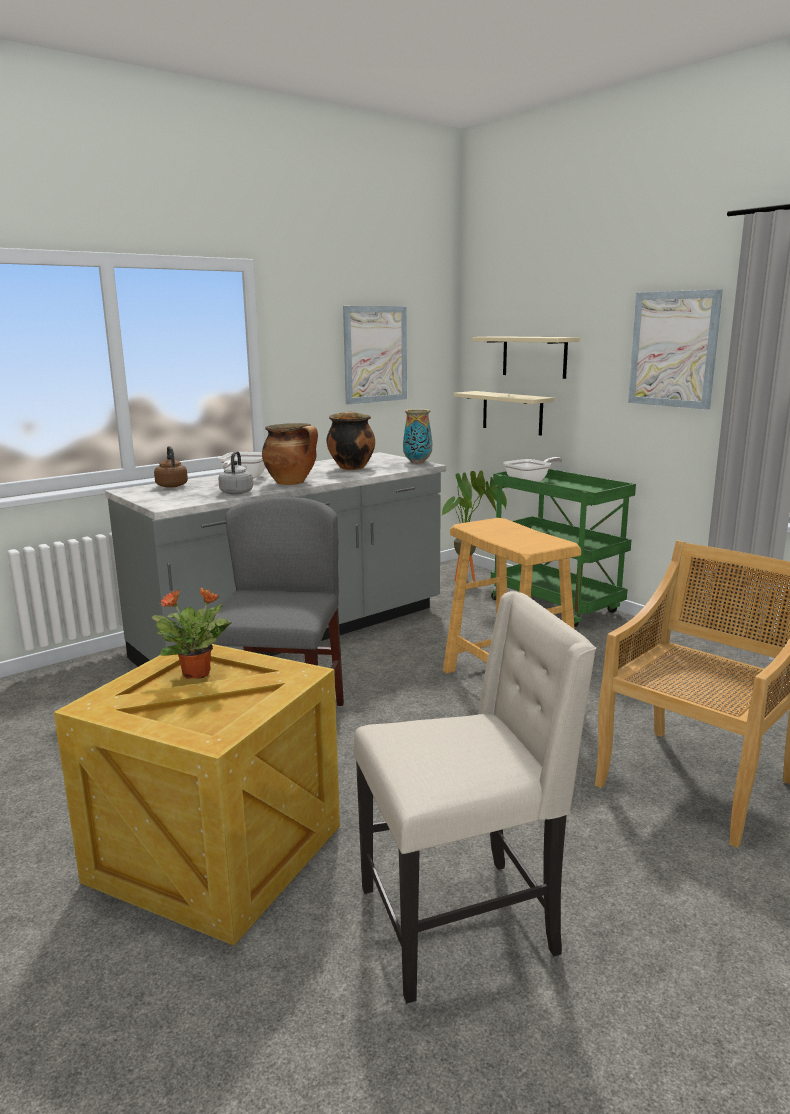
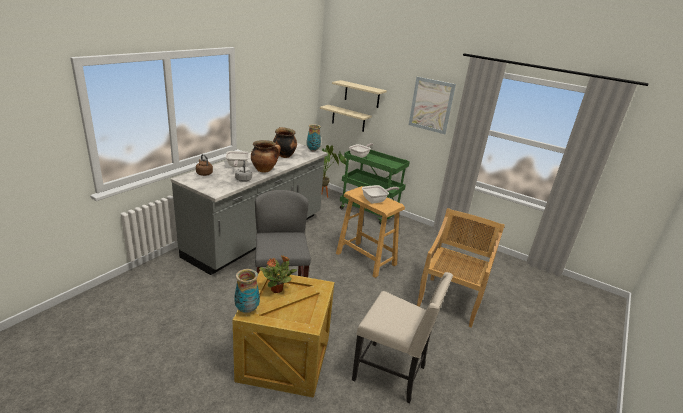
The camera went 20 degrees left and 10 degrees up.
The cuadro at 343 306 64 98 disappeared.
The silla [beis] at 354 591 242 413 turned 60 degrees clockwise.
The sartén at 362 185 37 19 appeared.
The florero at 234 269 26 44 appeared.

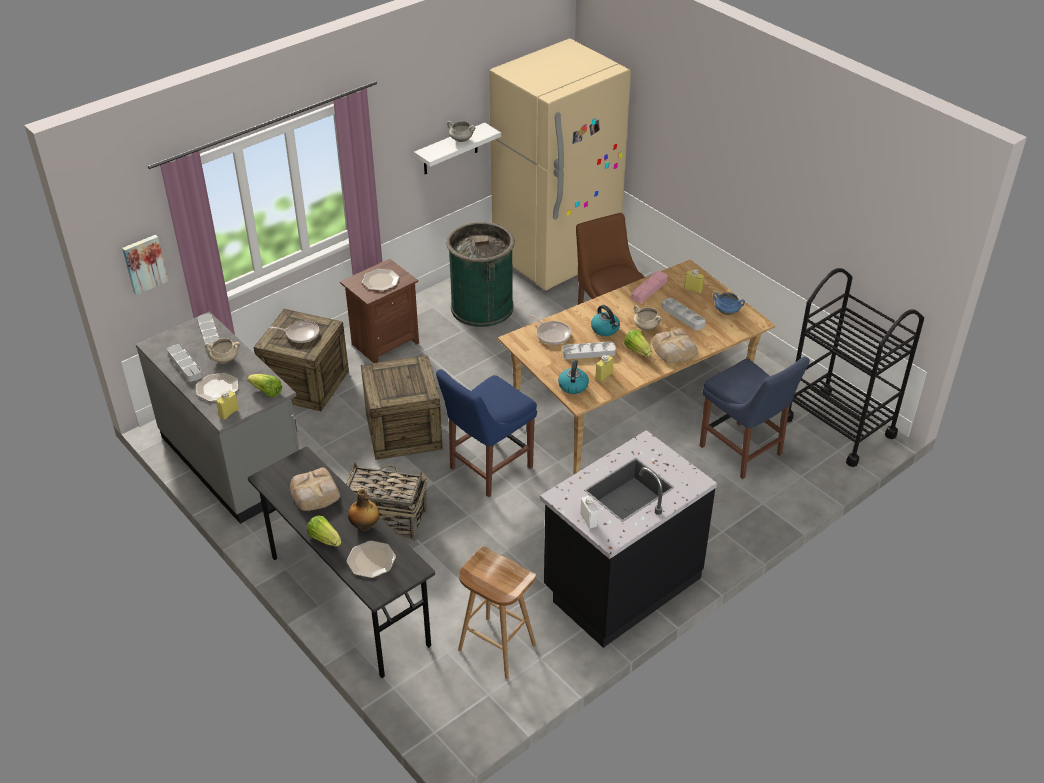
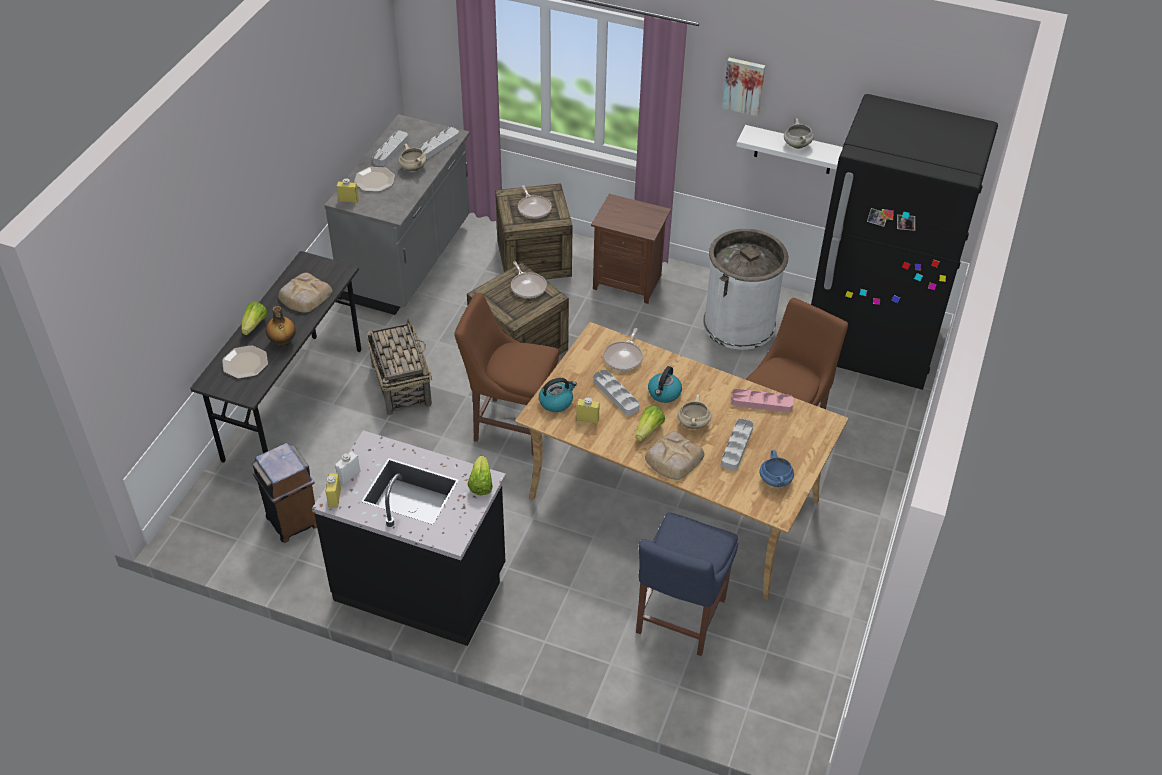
The camera went 60 degrees right and 5 degrees up.
The nevera [beis] at 489 39 142 252 became the nevera [negro] at 811 94 187 296.
The papelera [verde] at 446 222 69 105 became the papelera [blanco] at 703 229 85 121.
The cuadro moved from 122 235 46 60 to 722 58 43 58.
The carrito [negro] at 787 268 137 199 disappeared.
The plato at 362 269 38 22 disappeared.
The botella [amarillo] moved from 684 269 20 25 to 326 474 15 34.
The silla [azul] at 436 369 101 128 became the silla [marrón] at 454 293 105 163.
The lechuga moved from 247 374 35 23 to 468 456 25 39.
The taburete [marrón] at 458 546 78 133 was replaced by the papelera [marrón] at 252 443 65 100.
The sartén at 511 261 36 38 appeared.

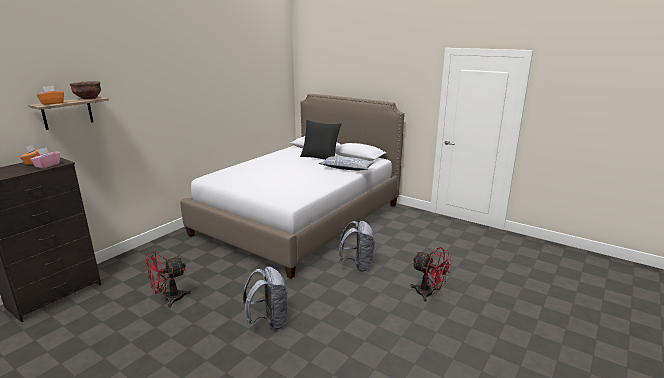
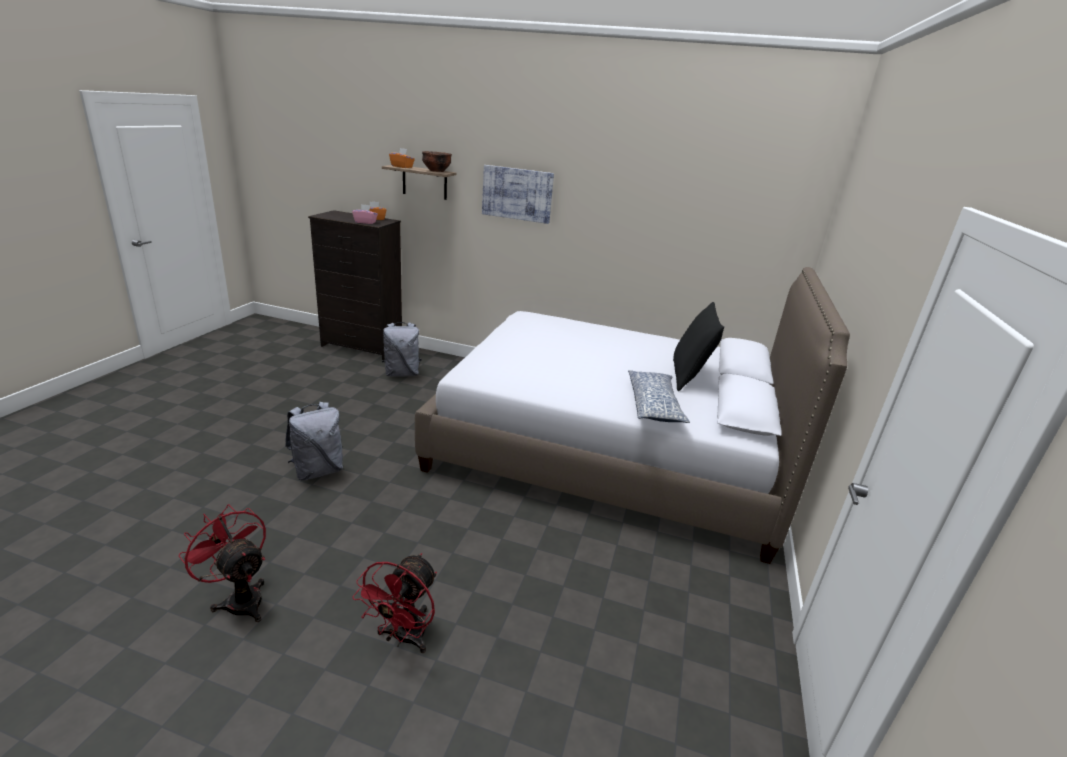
The camera went 70 degrees right and 5 degrees up.
The mochila [gris] moved from 339 221 35 51 to 382 322 40 55.
The ventilador [rojo] moved from 145 251 46 57 to 178 504 88 118.
The cuadro at 482 165 72 59 appeared.

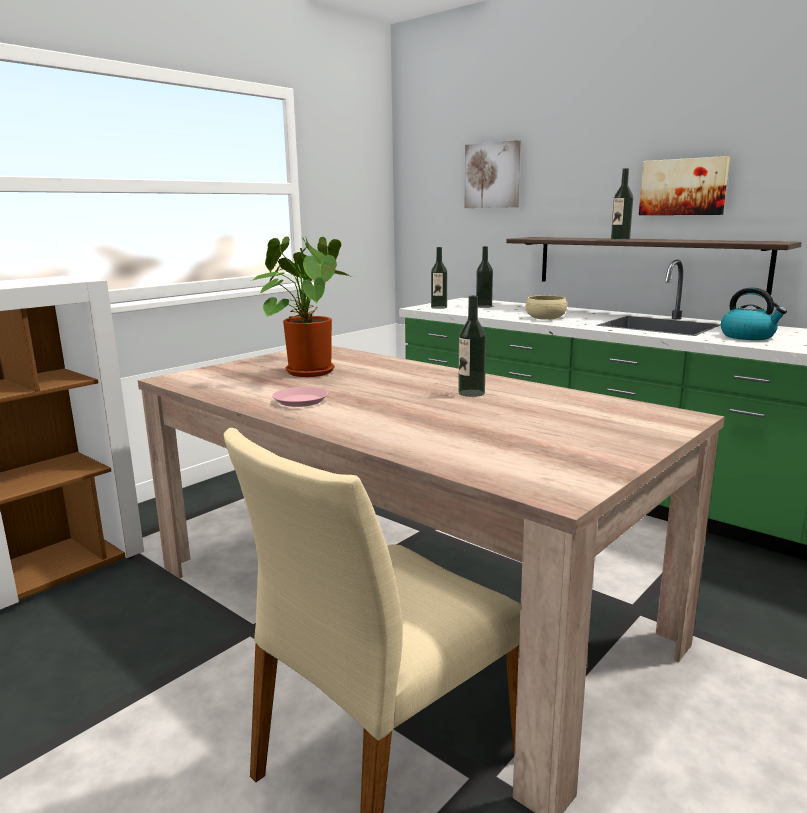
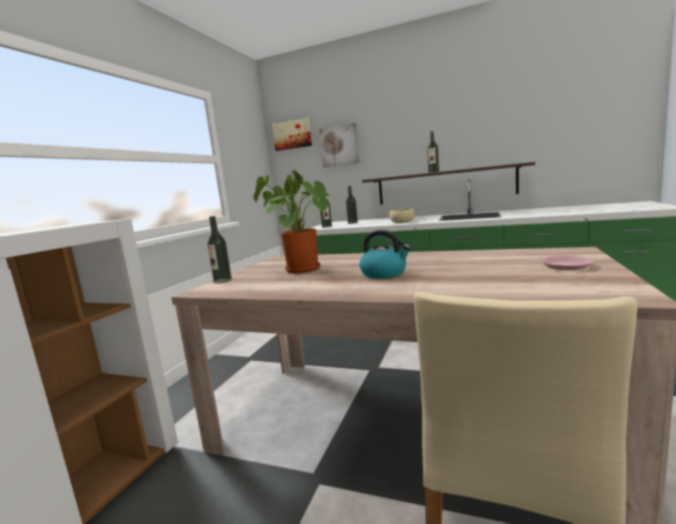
The camera went 20 degrees left and 5 degrees down.
The cuadro moved from 639 156 91 59 to 272 118 40 33.
The hervidor moved from 721 287 66 53 to 359 230 52 48.
The botella moved from 458 295 28 102 to 207 216 25 67.
The plato [rosa] moved from 272 387 56 20 to 541 256 53 14.

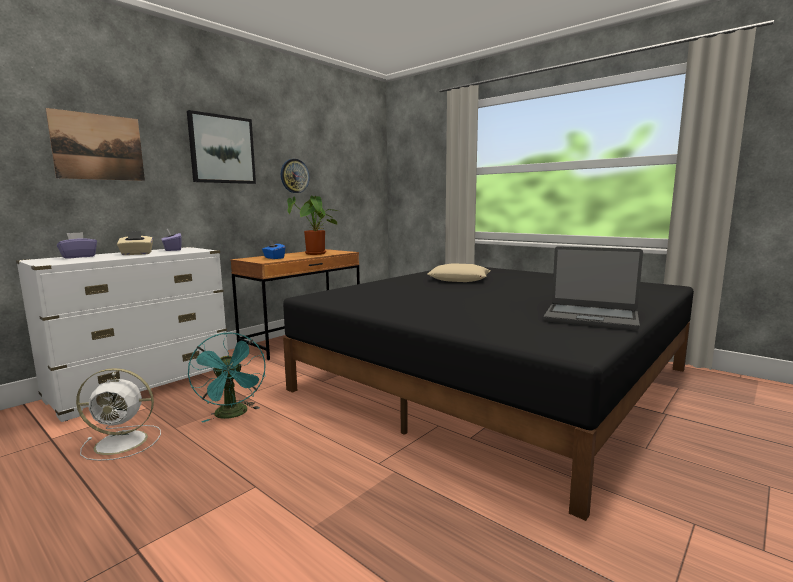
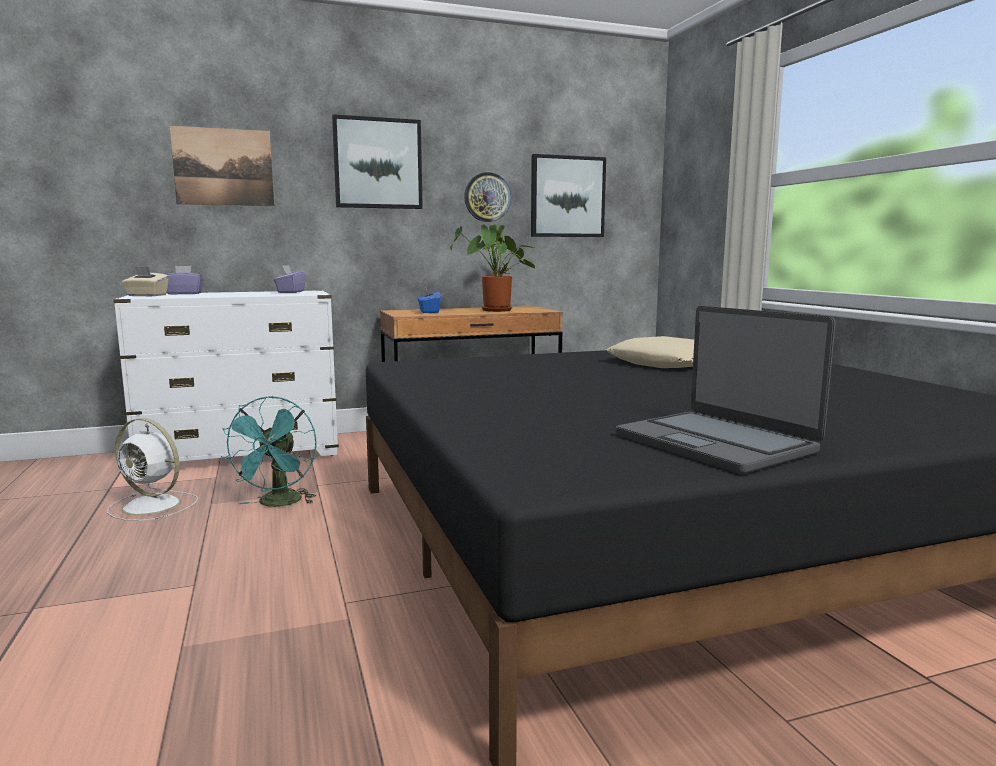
The camera went 30 degrees right and 0 degrees up.
The caja de pañuelos [beis] moved from 117 231 36 24 to 122 267 47 30.
The cuadro at 531 154 75 83 appeared.

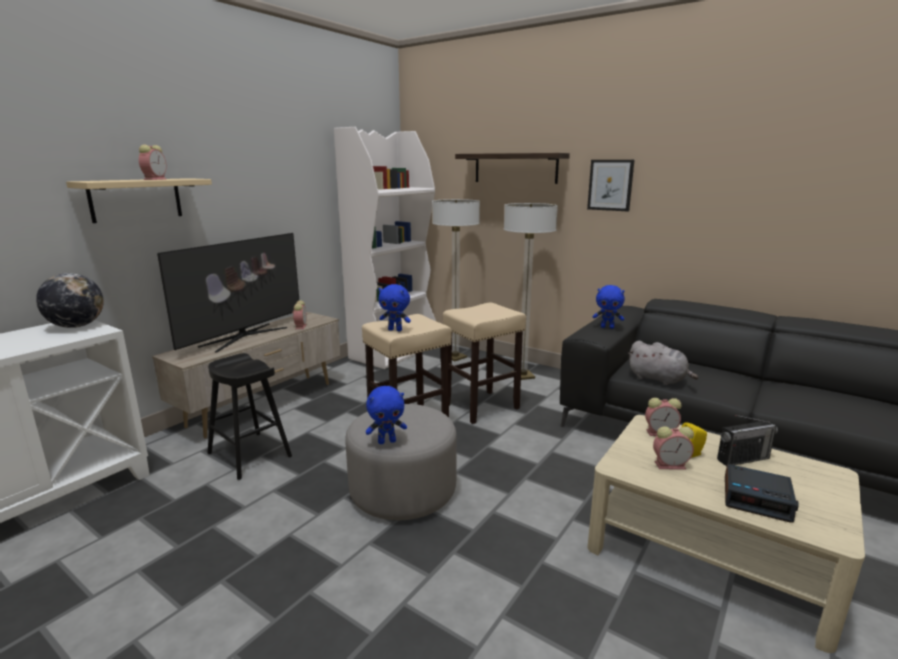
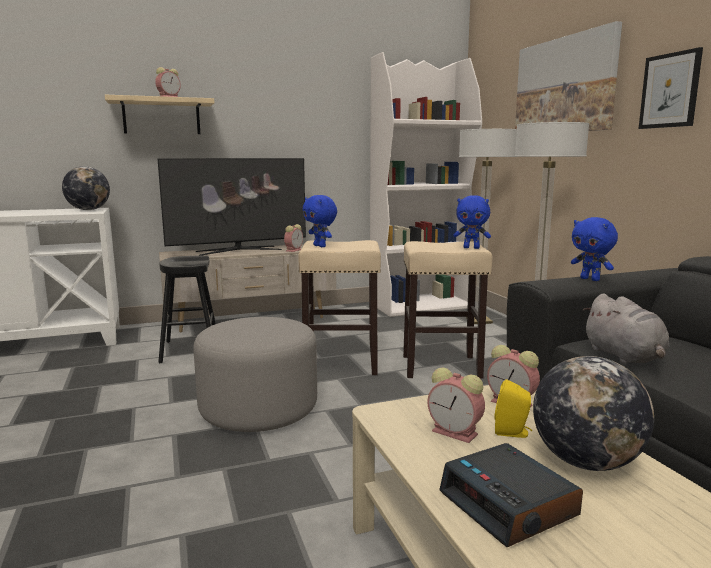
The camera went 35 degrees right and 5 degrees down.
The estante at 455 153 115 31 was replaced by the cuadro at 515 21 107 110.
The peluche [azul] moved from 366 386 41 58 to 453 195 38 54.
The radio at 717 415 61 51 was replaced by the globo terráqueo at 533 356 121 115.

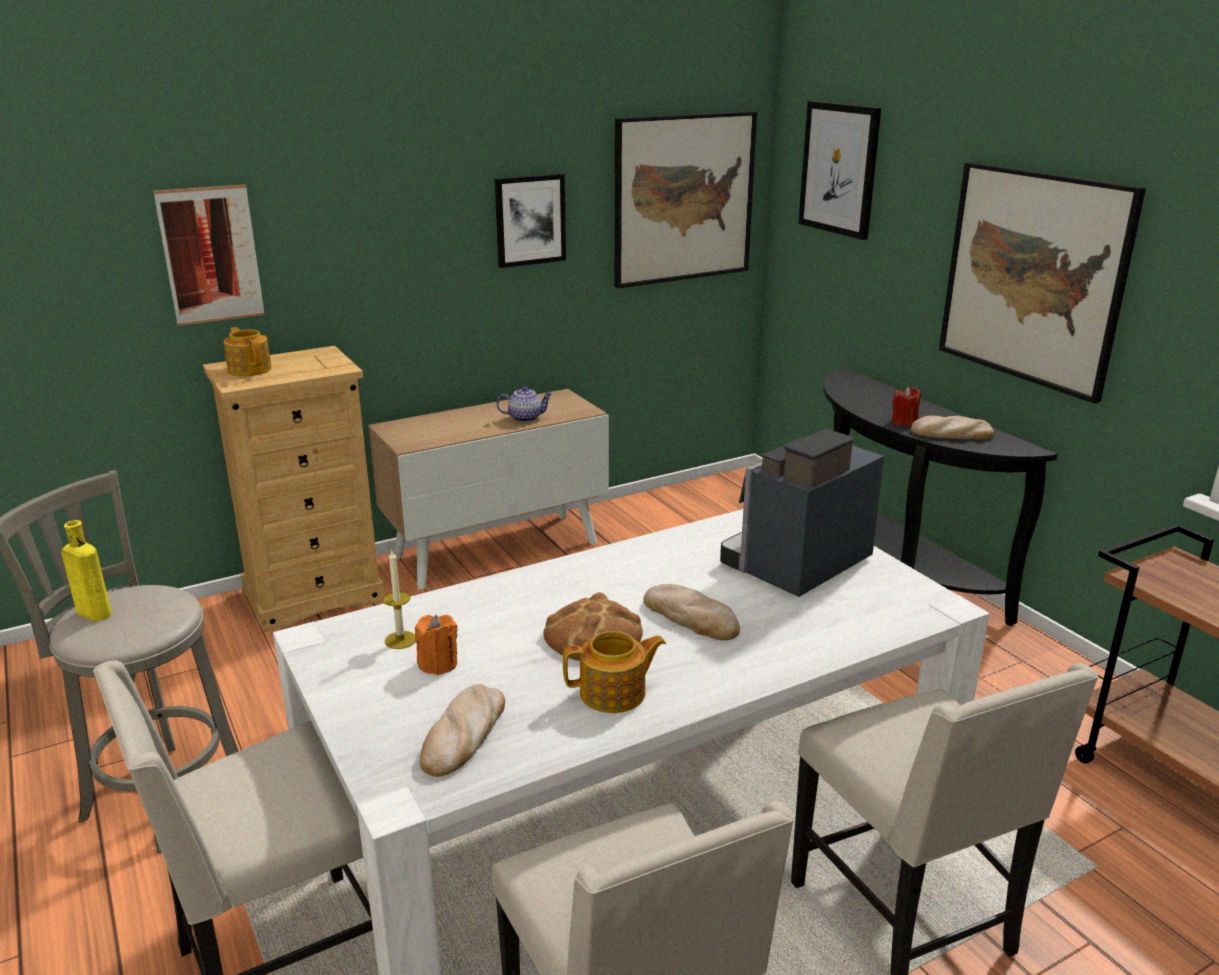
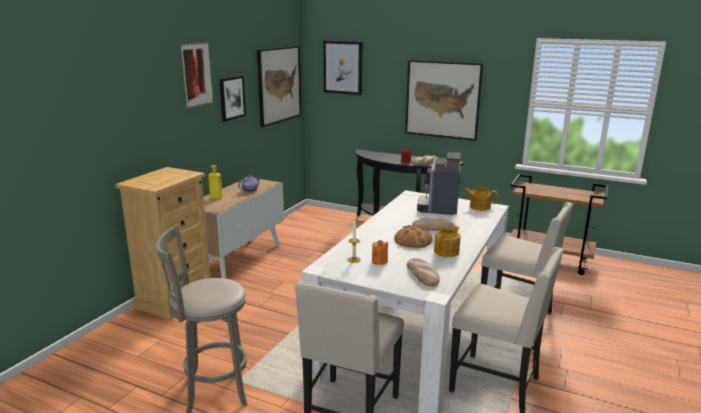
The camera went 35 degrees left and 5 degrees down.
The cuadro moved from 153 184 112 142 to 181 43 32 65.
The tetera moved from 223 327 49 50 to 464 188 33 23.
The botella [amarillo] moved from 61 520 50 101 to 208 165 14 34.

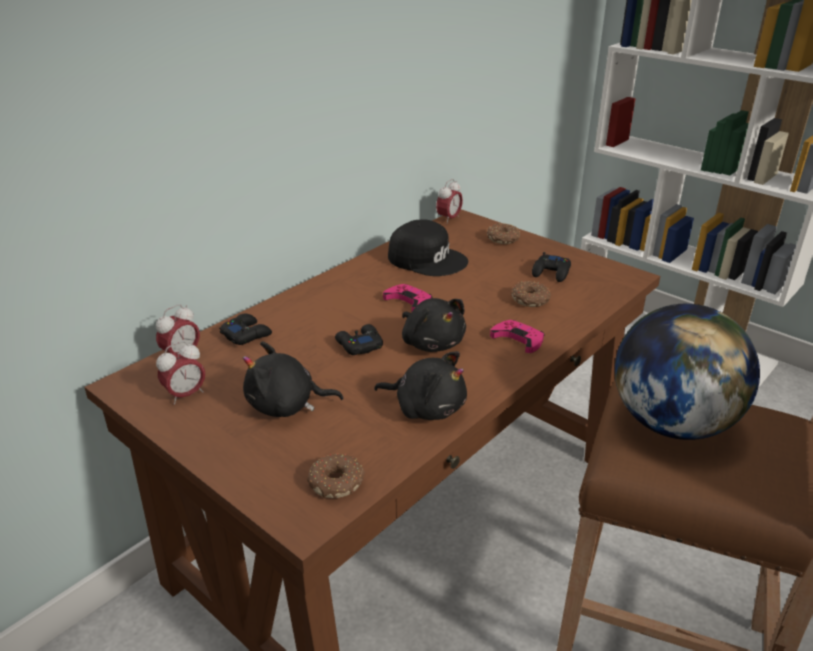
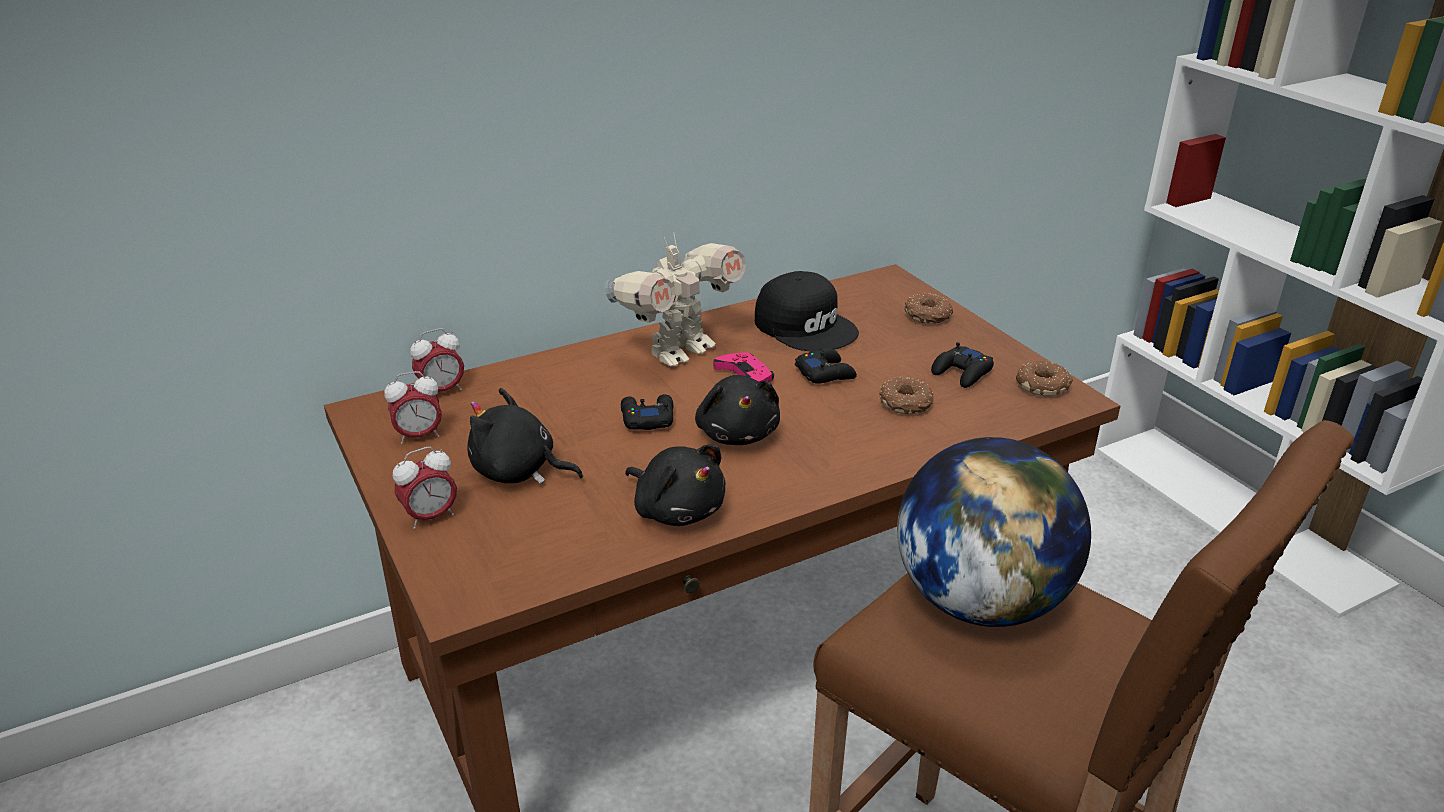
The camera went 20 degrees right and 0 degrees up.
The despertador moved from 436 179 27 45 to 393 447 64 82.
The mando de consola [negro] moved from 219 314 53 31 to 795 347 62 37.
The mando de consola [rosa] at 490 320 55 33 disappeared.
The rosquilla moved from 307 453 58 45 to 1016 361 57 35.
The robot de juguete at 604 232 142 134 appeared.

